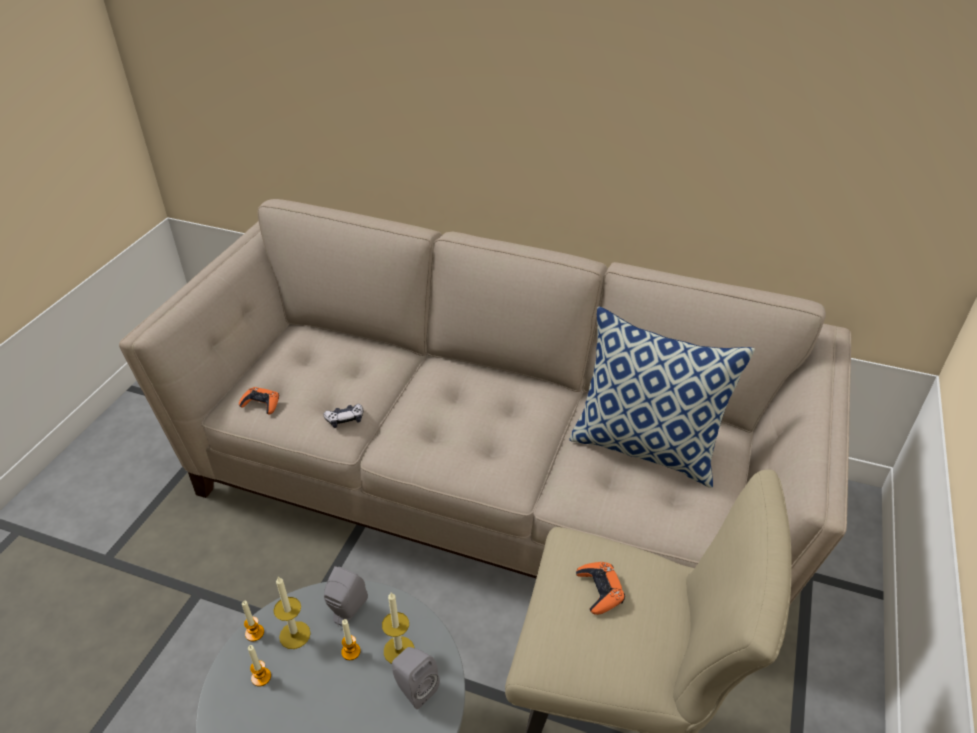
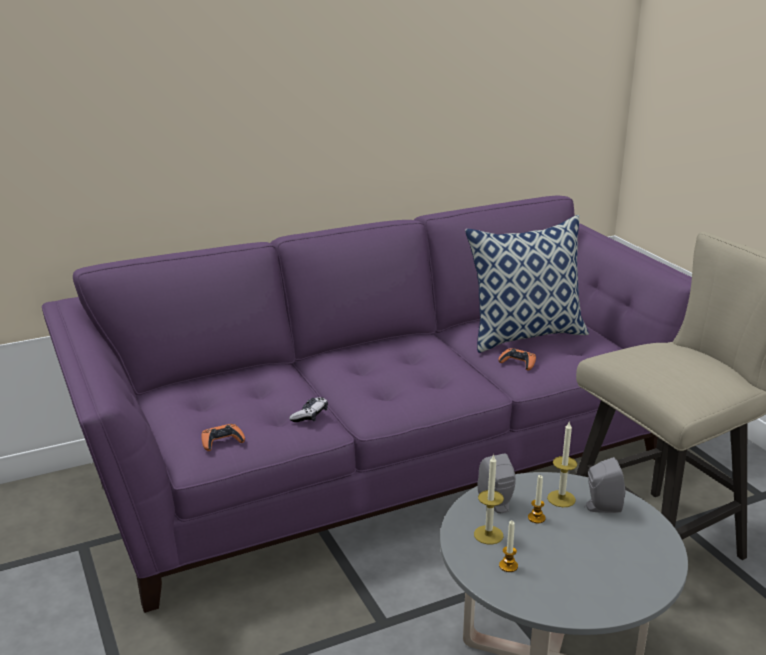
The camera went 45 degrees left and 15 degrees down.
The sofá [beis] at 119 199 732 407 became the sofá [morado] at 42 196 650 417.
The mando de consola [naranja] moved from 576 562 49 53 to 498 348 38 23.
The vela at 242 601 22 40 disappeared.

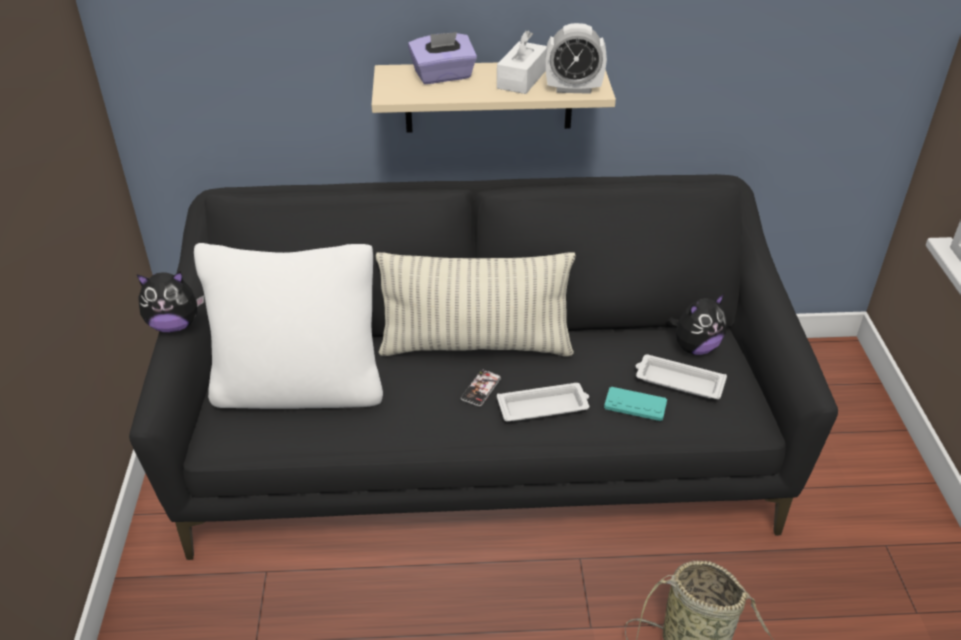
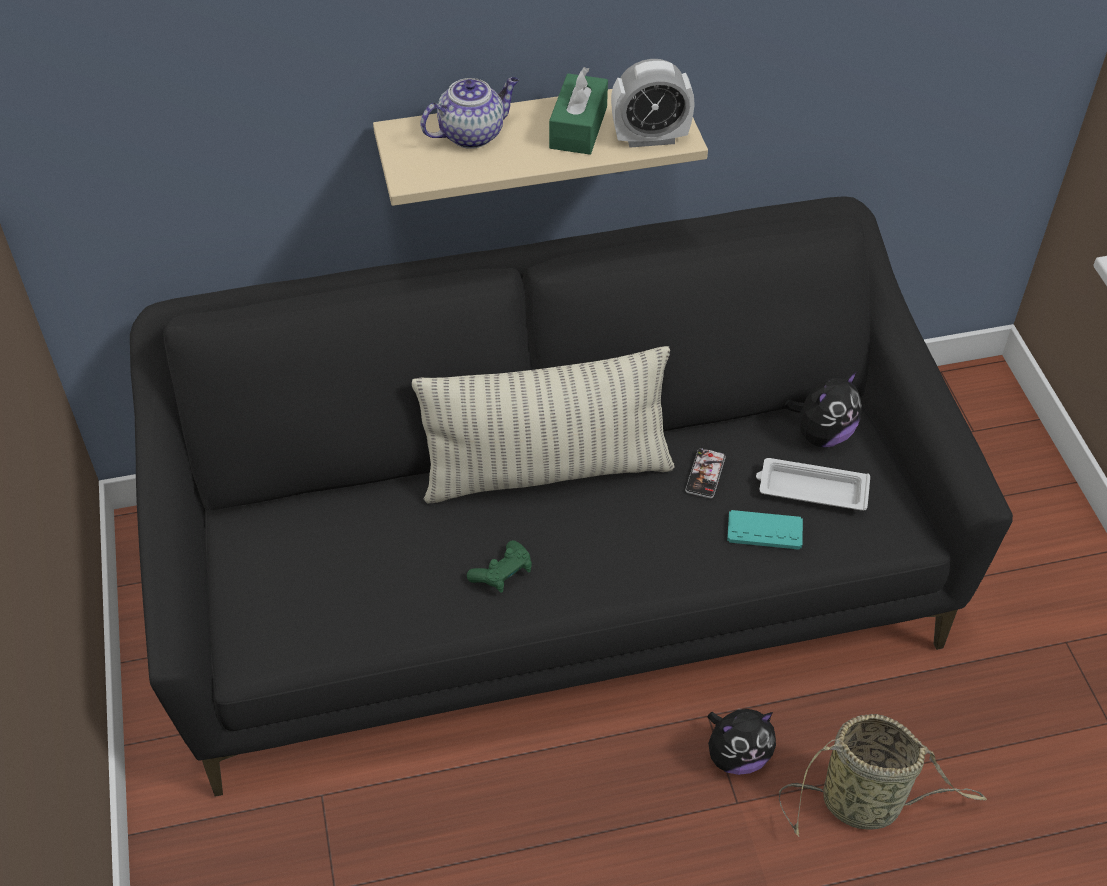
The camera went 10 degrees left and 10 degrees up.
The caja de pañuelos [blanco] at 497 31 50 63 became the caja de pañuelos [verde] at 549 67 59 88.
The caja de pañuelos [morado] at 408 32 69 52 was replaced by the tetera at 420 77 99 72.
The cojín [blanco] at 194 243 189 166 disappeared.
The peluche moved from 137 271 67 61 to 707 709 69 66.
The móvil moved from 461 369 40 37 to 685 448 41 50.
The bandeja [blanco] at 497 383 92 38 disappeared.
The mando de consola [verde] at 467 540 65 53 appeared.

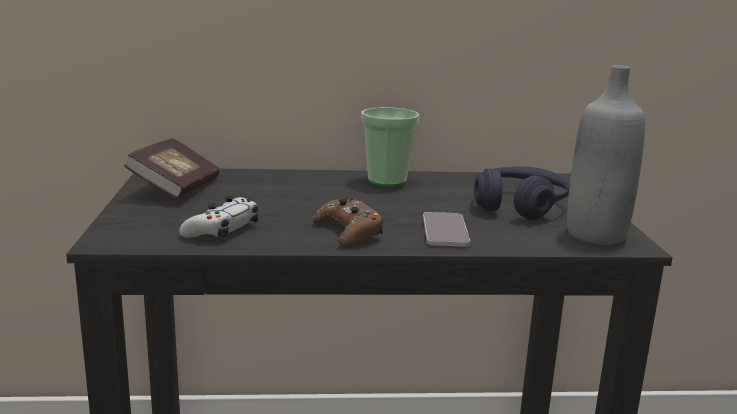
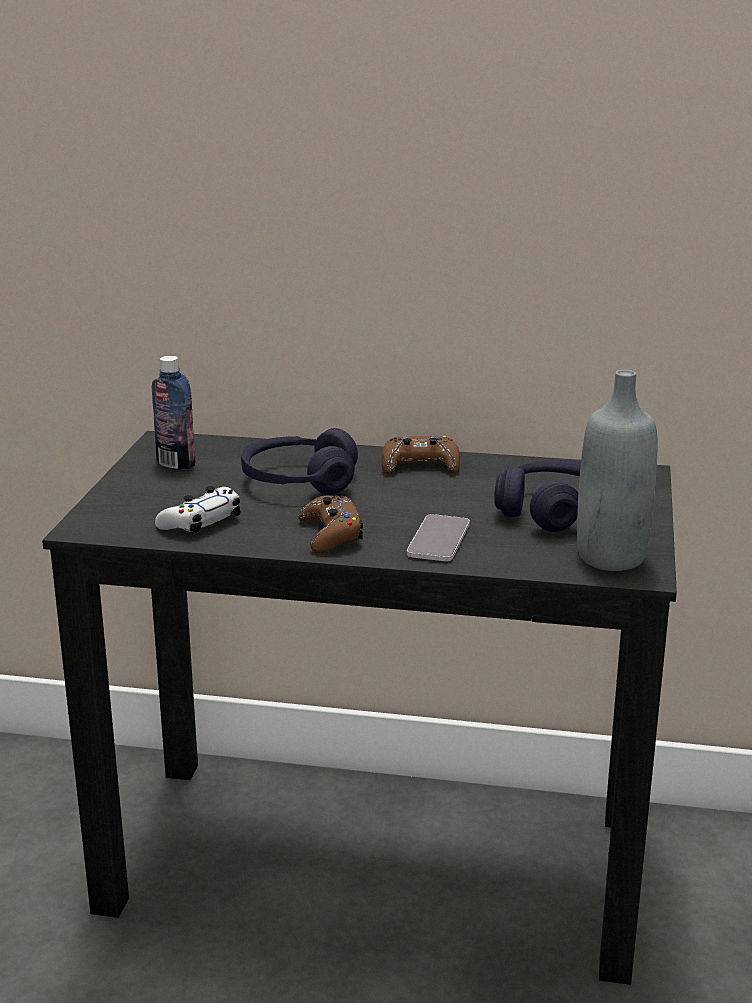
The camera went 15 degrees right and 5 degrees up.
The taza at 361 107 59 80 was replaced by the mando de consola [marrón] at 382 436 78 38.
The libro at 124 138 96 61 was replaced by the botella at 152 356 43 113.
The auriculares [morado] at 241 428 117 67 appeared.

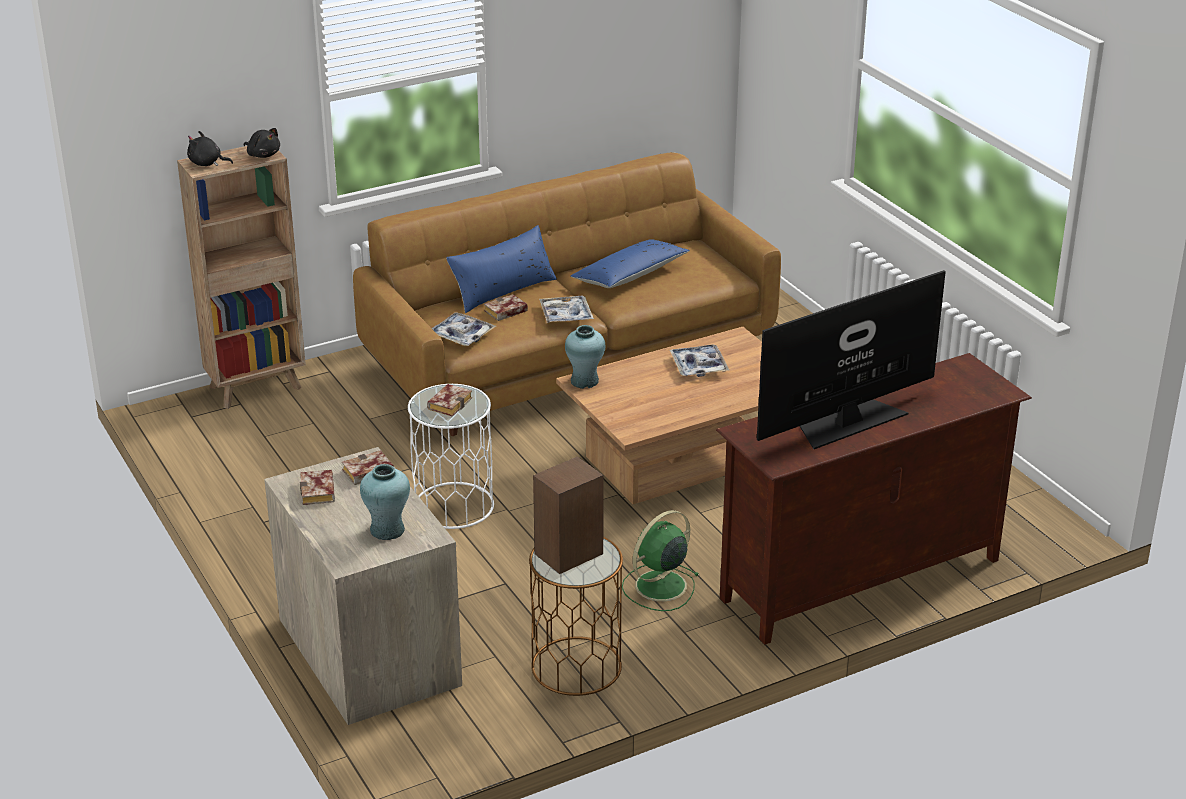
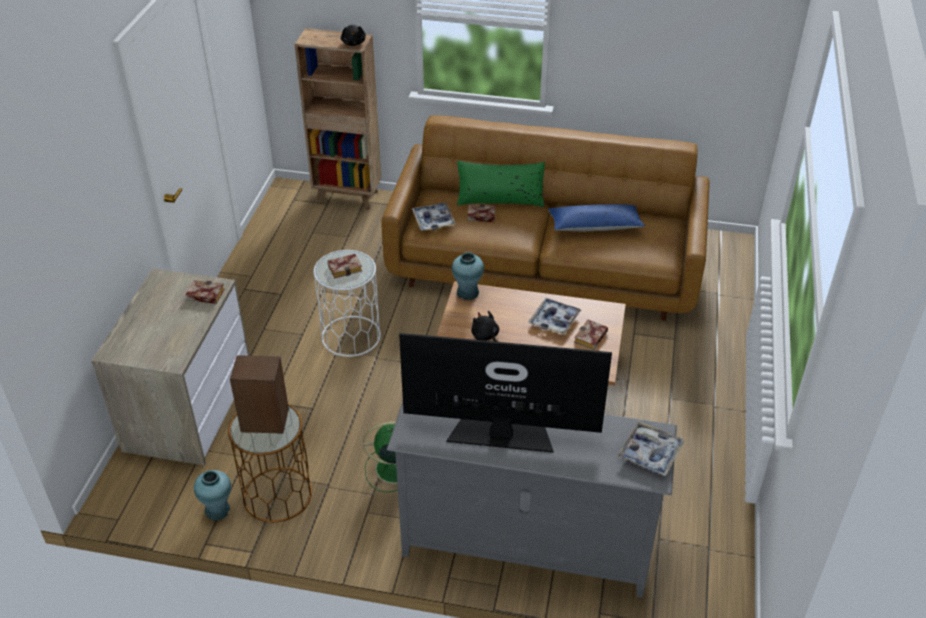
The camera went 40 degrees right and 10 degrees up.
The peluche [negro] moved from 187 131 46 35 to 471 311 28 31.
The cojín [azul] at 446 225 111 88 became the cojín [verde] at 457 161 88 46.
The bandeja moved from 539 296 55 27 to 617 421 67 56.
The mueble de televisión [marrón] at 716 353 316 292 became the mueble de televisión [gris] at 387 402 290 196.
The florero [turquesa] moved from 360 464 50 76 to 194 470 37 51.
The libro moved from 300 470 35 35 to 574 320 34 30.

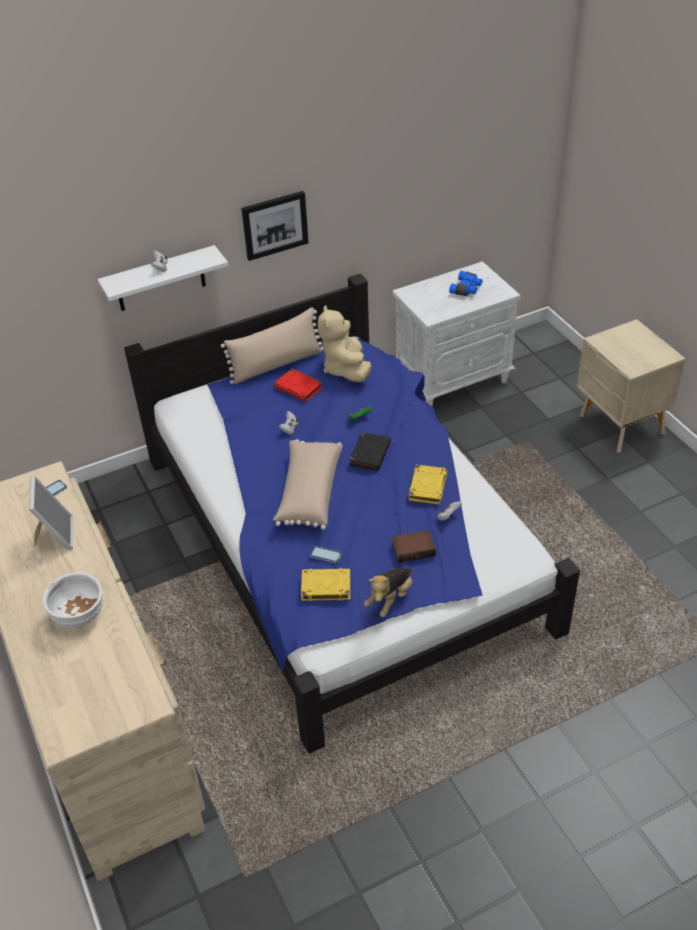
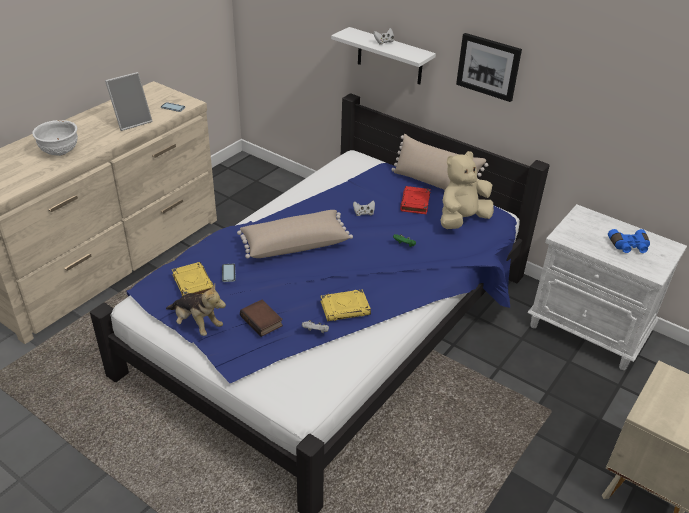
The camera went 60 degrees right and 5 degrees down.
The libro [negro] at 349 432 42 39 disappeared.
The peluche at 364 568 48 49 turned 150 degrees counterclockwise.

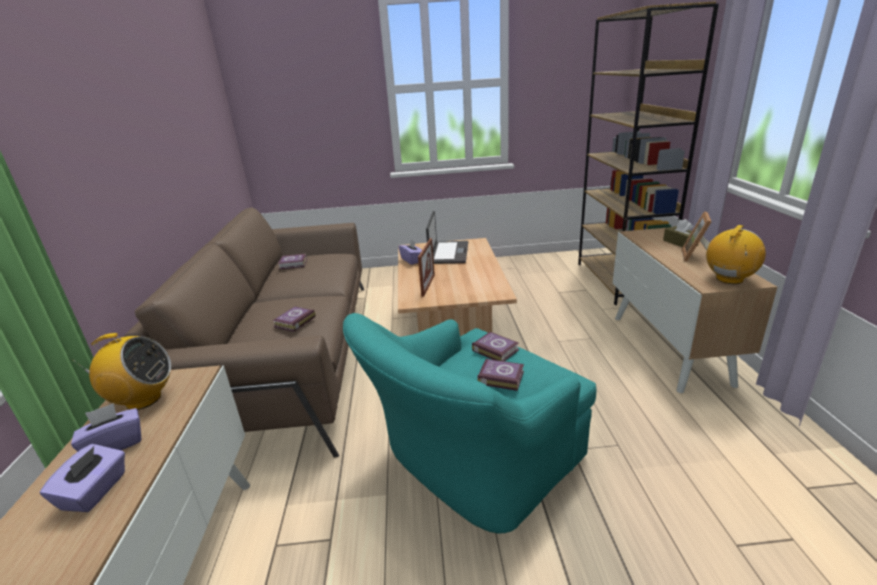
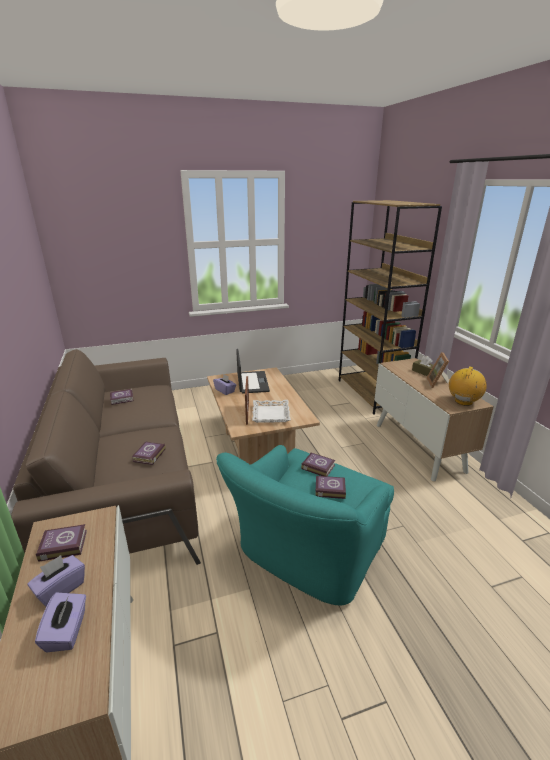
The camera went 15 degrees left and 0 degrees up.
The radio at 76 333 95 77 was replaced by the libro at 36 524 51 38.
The bandeja [blanco] at 252 400 39 23 appeared.

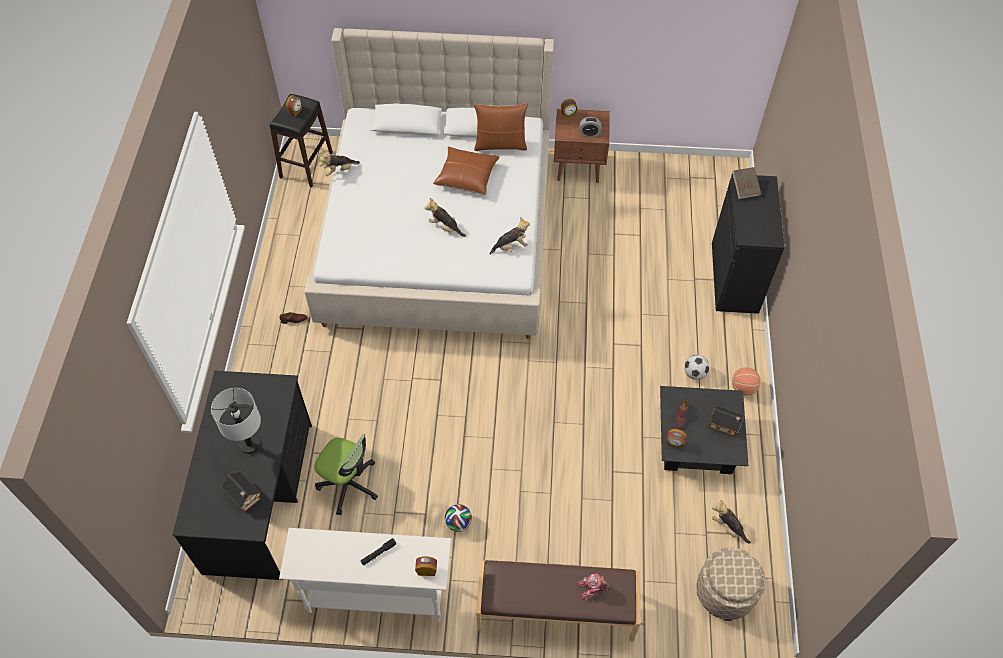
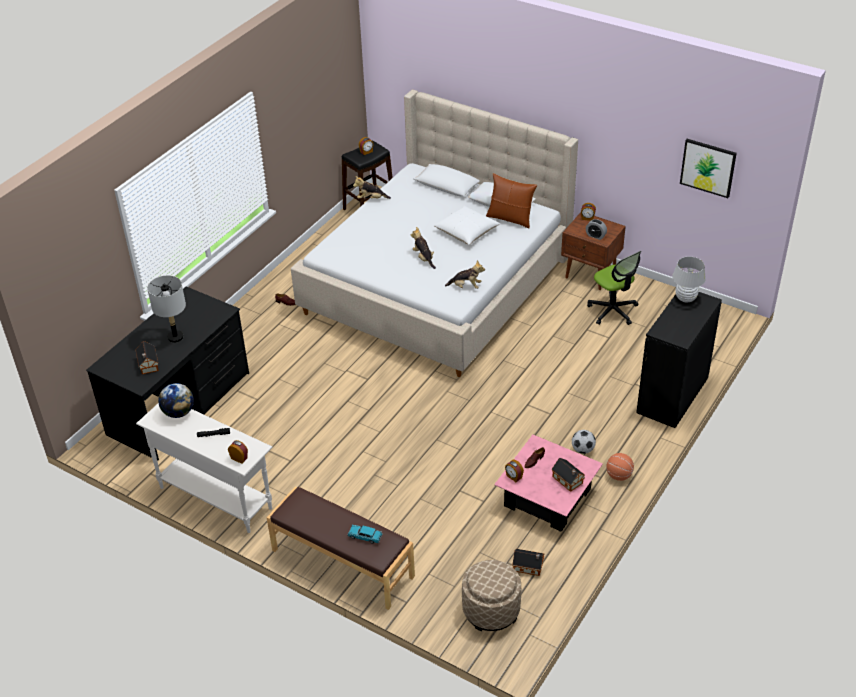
The camera went 30 degrees right and 15 degrees down.
The cojín [marrón] at 433 147 67 48 became the cojín [blanco] at 434 205 66 40.
The libro [marrón] at 732 167 29 32 was replaced by the lámpara de mesa [blanco] at 672 257 34 45.
The mesa de centro [negro] at 660 386 88 89 became the mesa de centro [rosa] at 494 435 109 97.
The silla de oficina moved from 315 434 63 81 to 587 251 54 74.
The peluche at 712 500 39 44 was replaced by the casita at 512 549 32 27.
The balón de fútbol at 445 504 27 28 disappeared.
The robot de juguete at 578 573 32 27 was replaced by the coche de juguete [turquesa] at 347 525 36 18.
The cuadro at 680 139 57 59 appeared.
The globo terráqueo at 158 383 36 35 appeared.

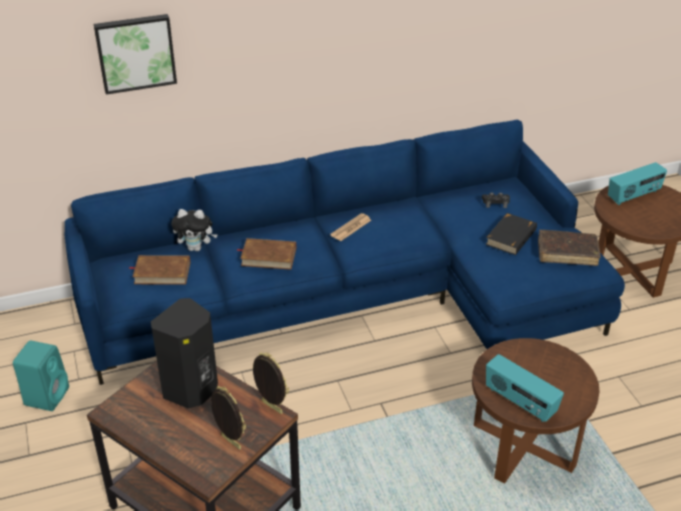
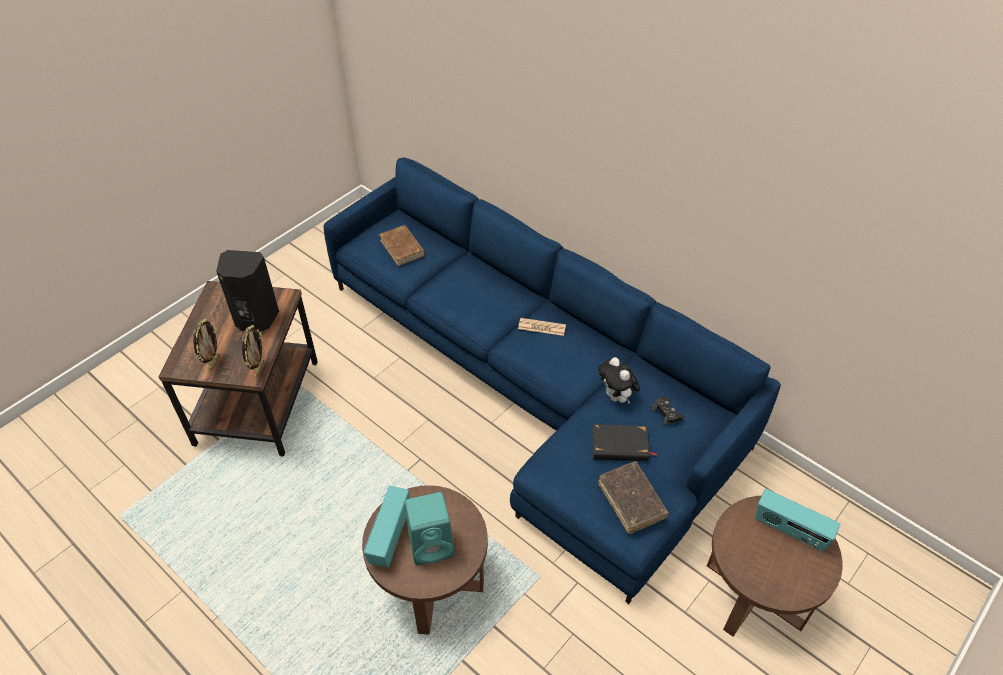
The camera went 60 degrees right and 10 degrees up.
The cuadro at 94 14 83 81 disappeared.
The peluche moved from 171 209 47 42 to 598 357 42 47.
The libro [marrón] at 237 238 59 32 disappeared.
The altavoz [turquesa] moved from 13 340 56 71 to 405 492 50 73.

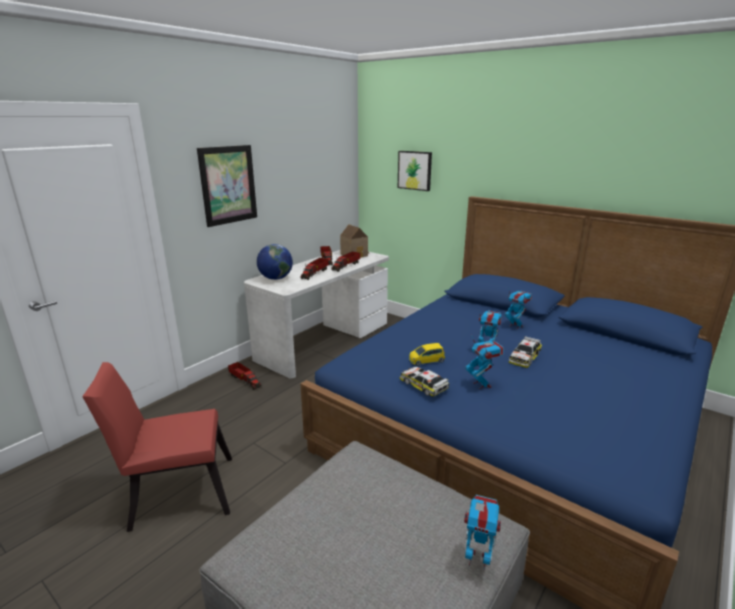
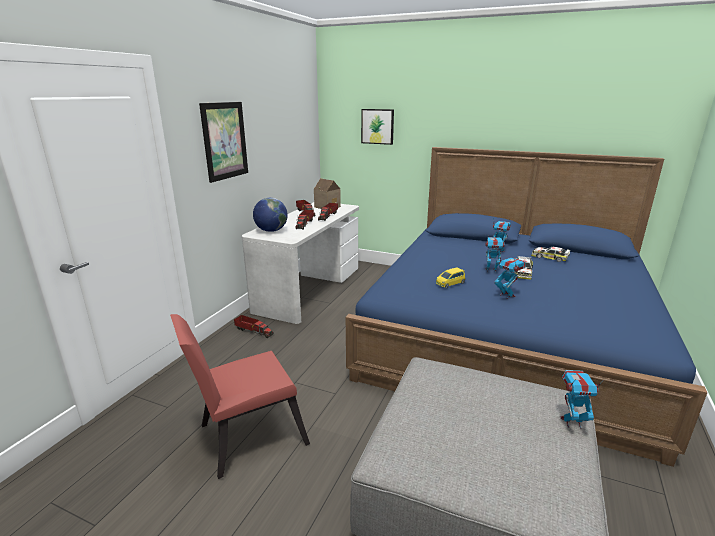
The camera went 15 degrees left and 0 degrees up.
The coche de juguete moved from 400 367 49 30 to 531 247 39 15.

